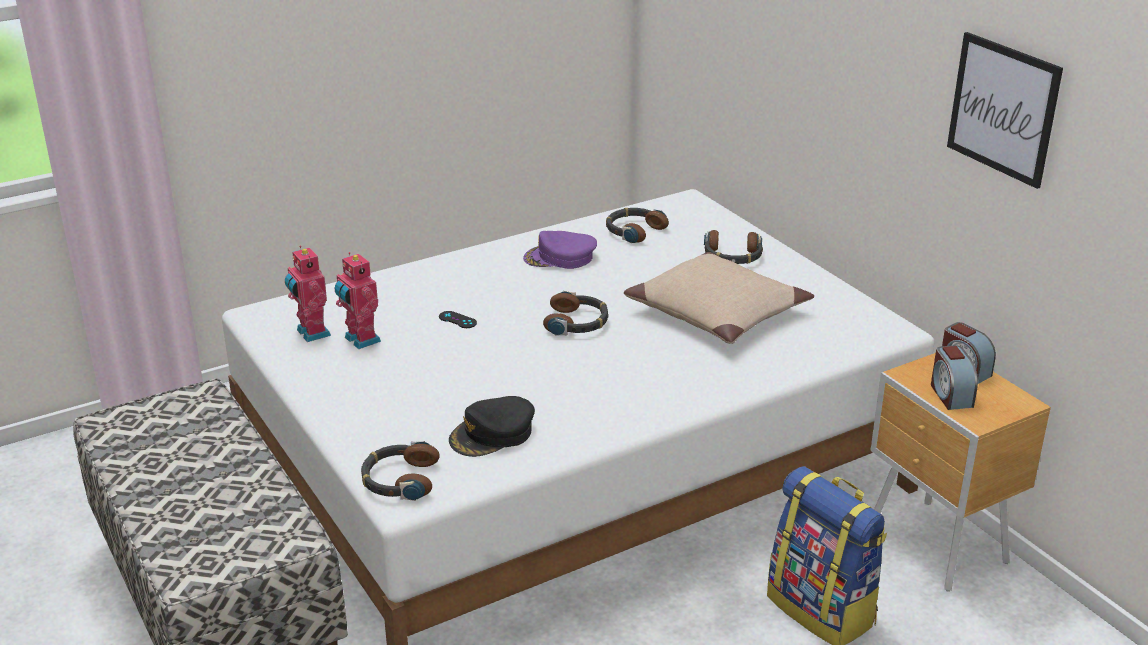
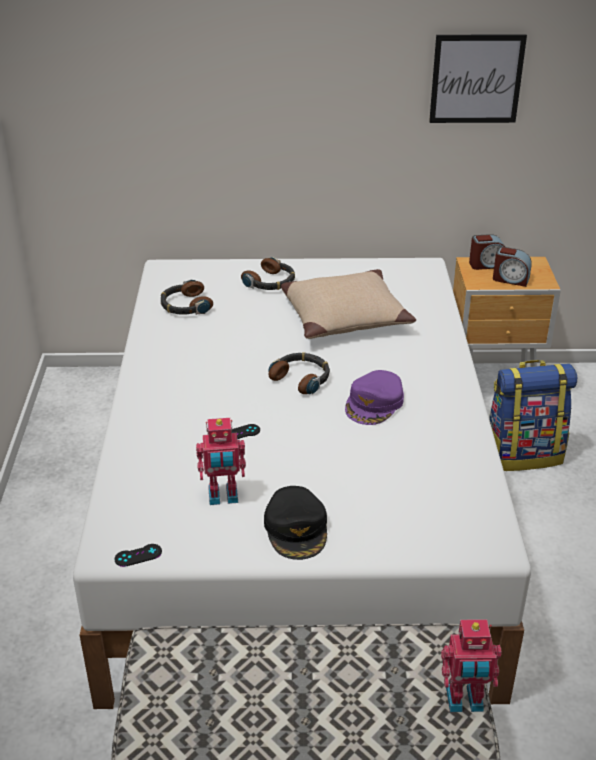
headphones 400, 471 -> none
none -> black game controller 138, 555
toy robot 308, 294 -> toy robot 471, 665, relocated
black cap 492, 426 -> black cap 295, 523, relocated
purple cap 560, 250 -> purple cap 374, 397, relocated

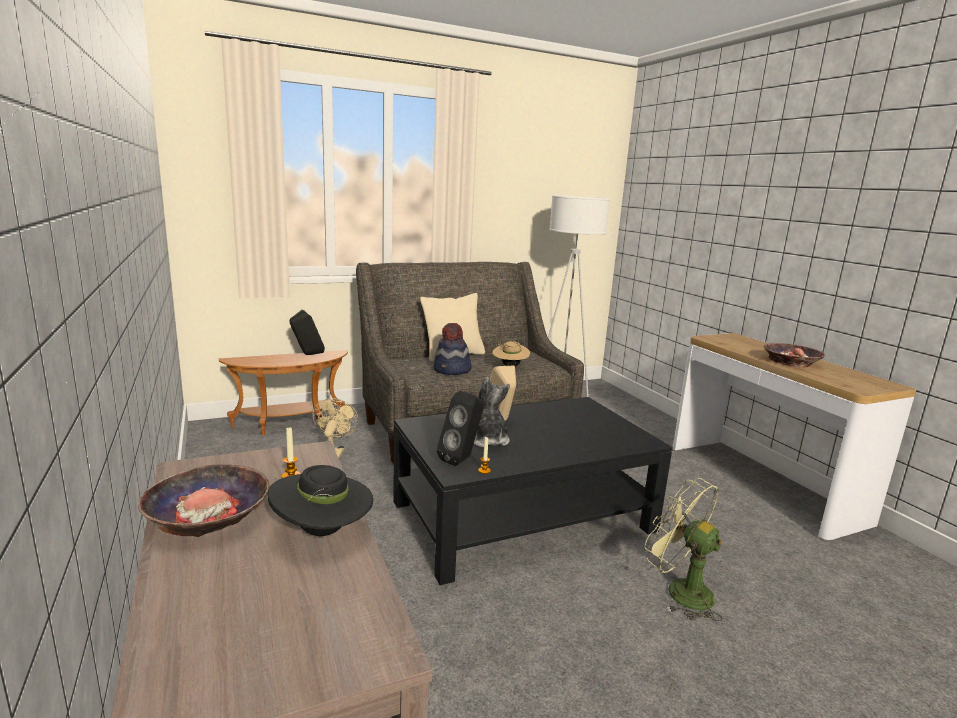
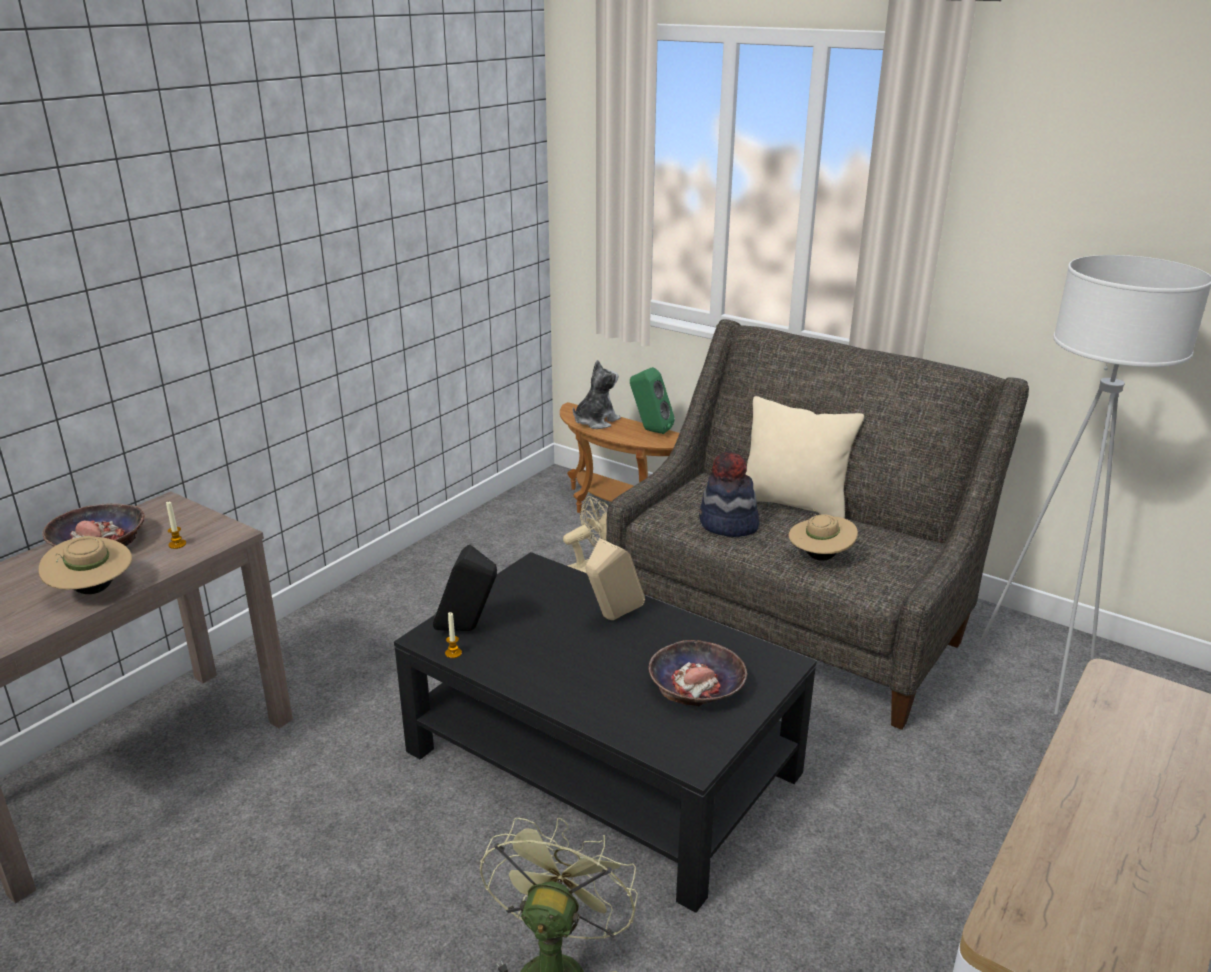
plush toy 492, 412 -> plush toy 596, 394, relocated
bowl 794, 355 -> bowl 697, 673, relocated
black hat 320, 500 -> beige hat 85, 565
black speaker 307, 332 -> green speaker 652, 400

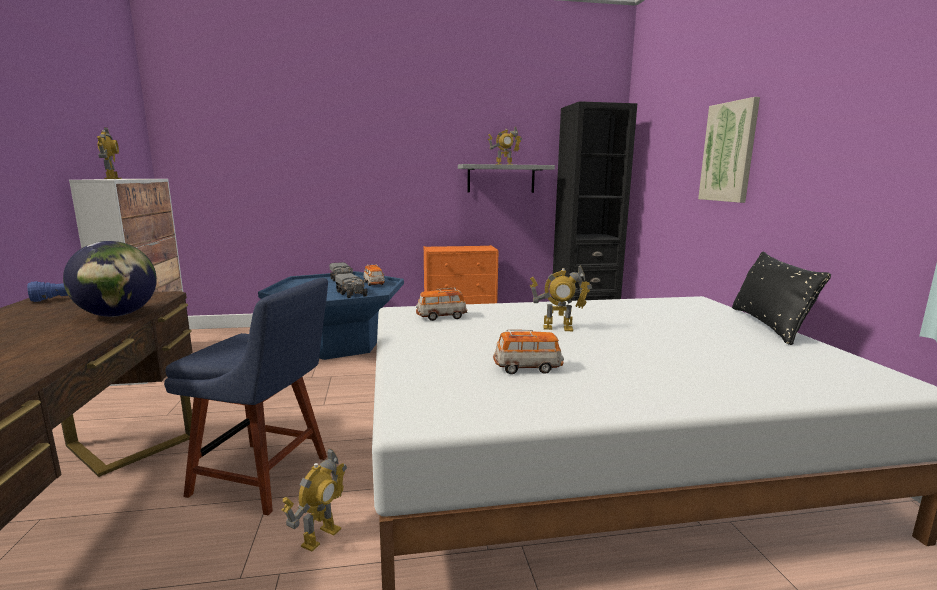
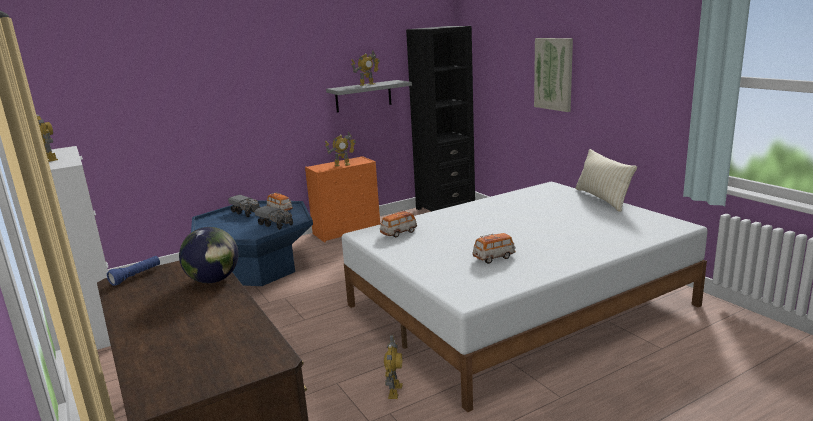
blue chair 246, 396 -> none
toy robot 560, 298 -> toy robot 340, 148, relocated
black pillow 781, 298 -> beige pillow 606, 180

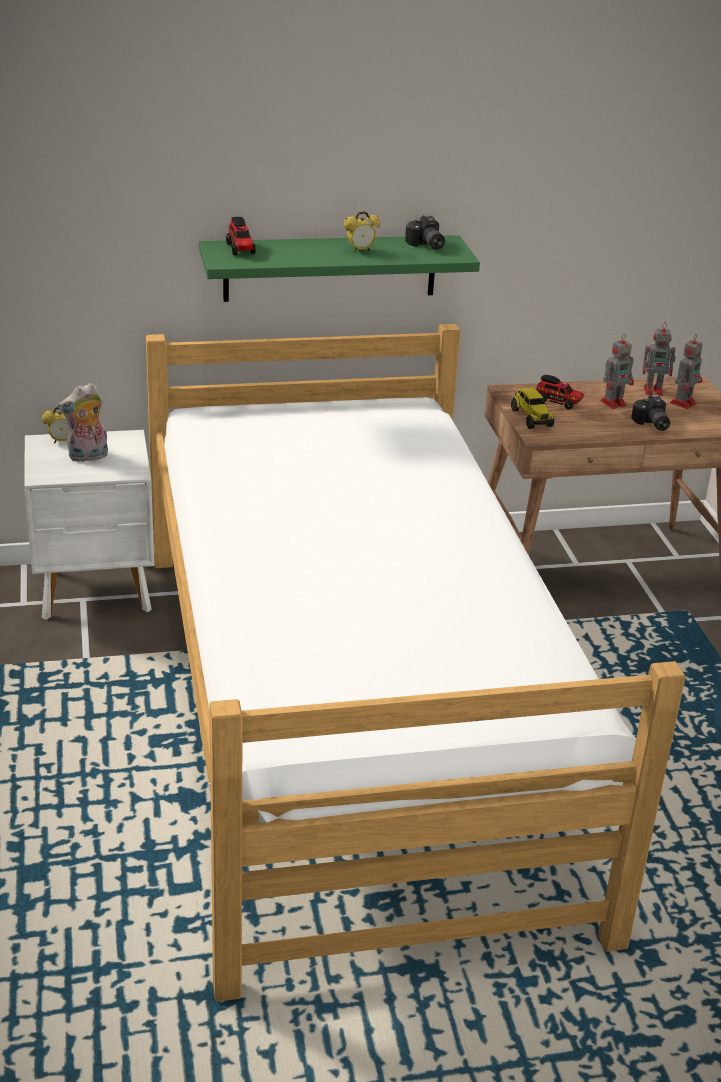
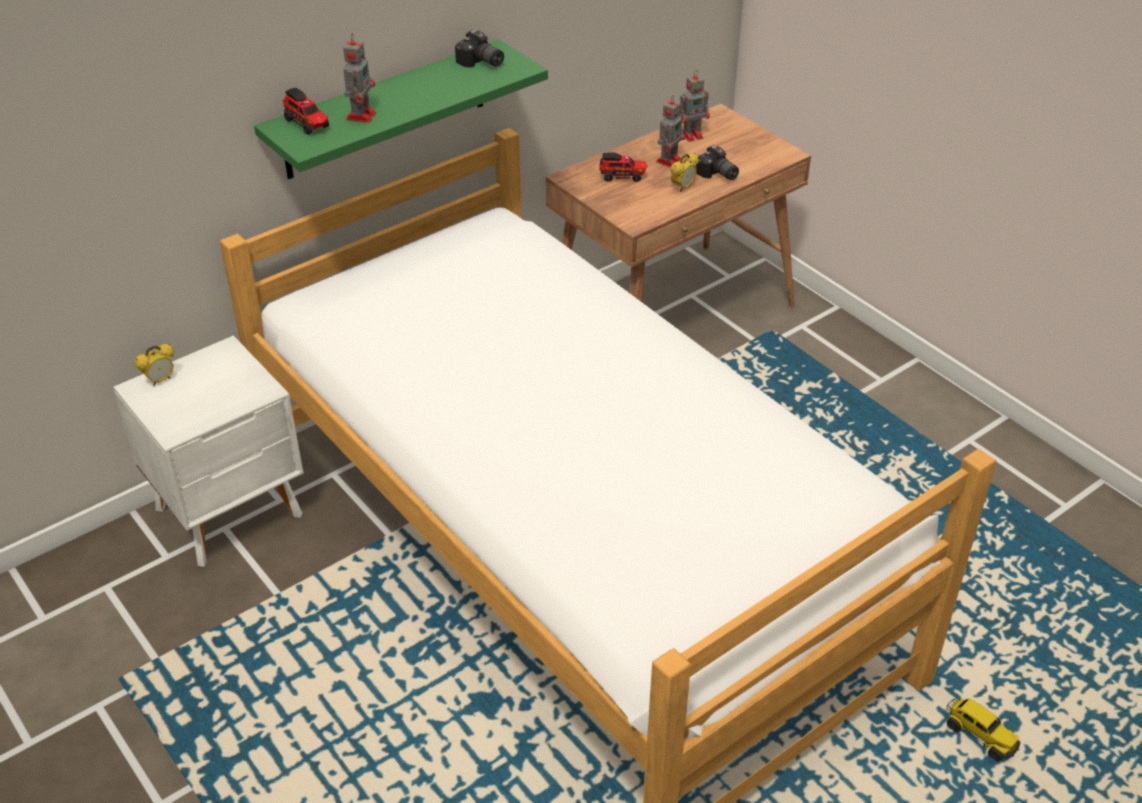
plush toy 83, 422 -> none
alarm clock 362, 231 -> alarm clock 684, 172, relocated
toy truck 532, 408 -> toy truck 983, 730, relocated
toy robot 686, 371 -> toy robot 359, 78, relocated

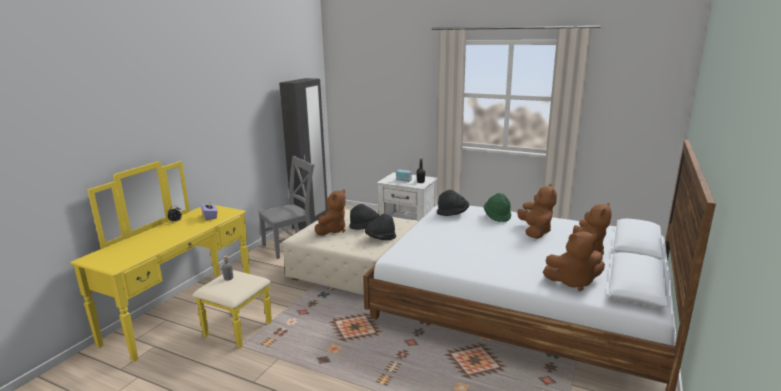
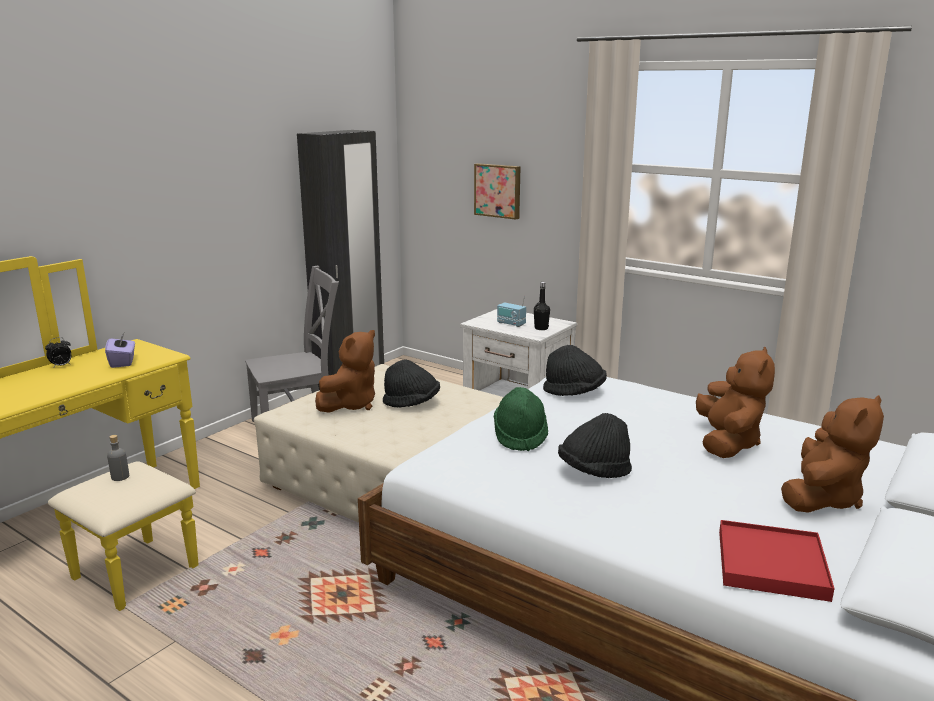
none -> picture 497, 191
black hat 380, 227 -> black hat 595, 445, relocated
green hat 497, 207 -> green hat 521, 419, relocated
brown plush toy 574, 261 -> red tray 777, 561

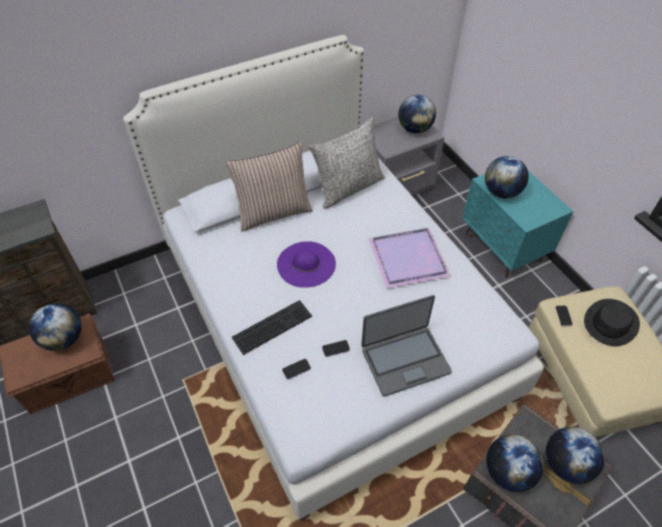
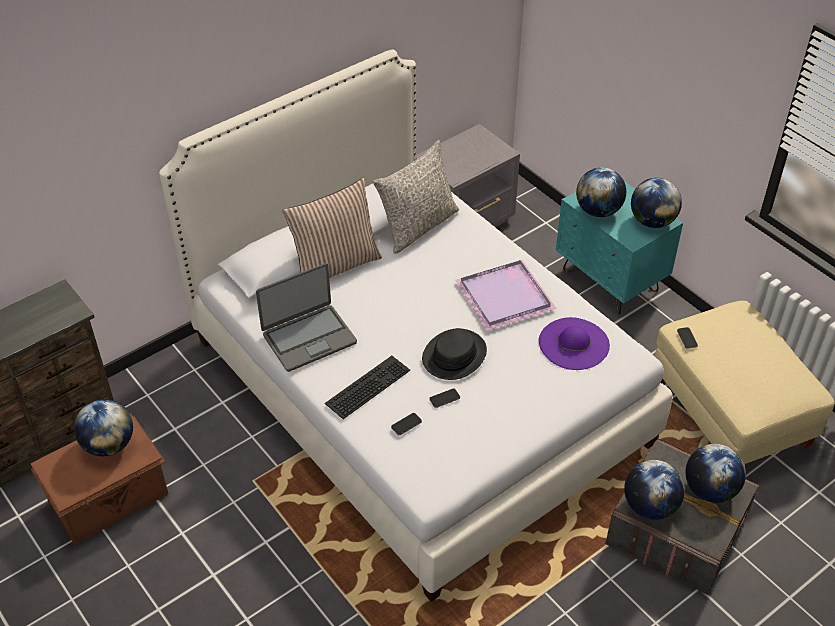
purple hat 306, 264 -> purple hat 574, 343, relocated
laptop 406, 346 -> laptop 306, 317, relocated
globe 417, 114 -> globe 656, 203, relocated
black hat 612, 322 -> black hat 454, 354, relocated

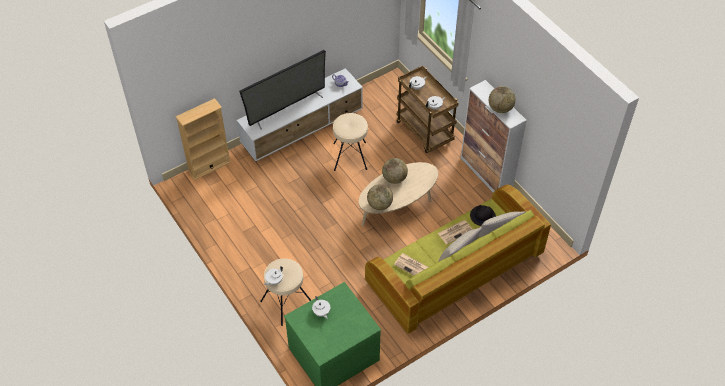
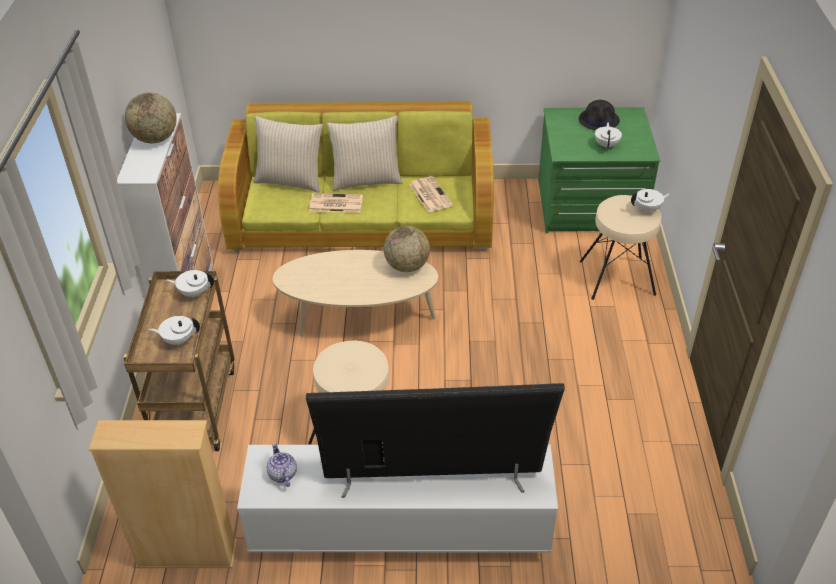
globe 395, 171 -> none
beige bookcase 203, 139 -> beige bookcase 162, 494, relocated
black hat 483, 215 -> black hat 599, 115, relocated

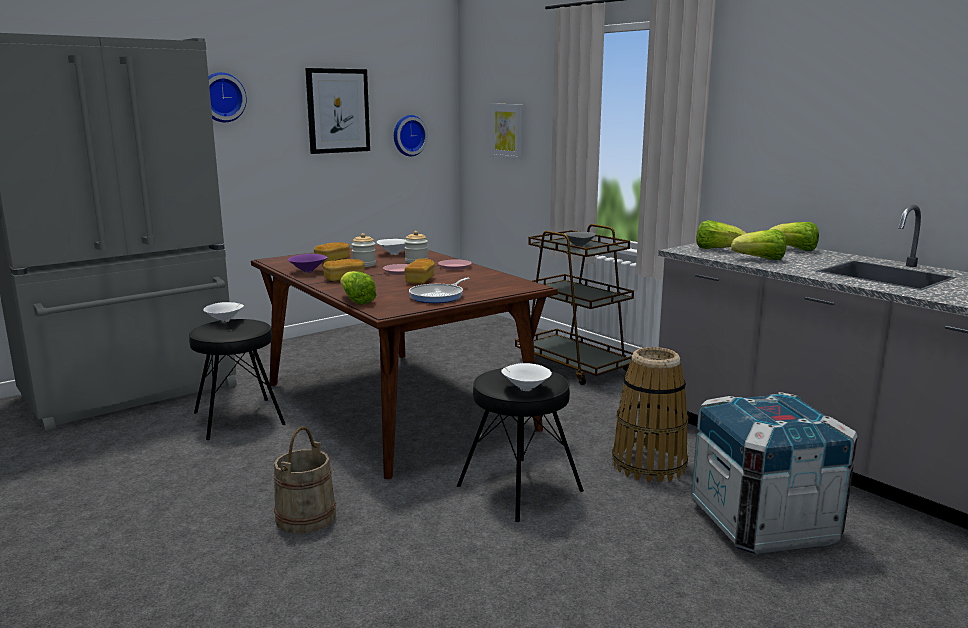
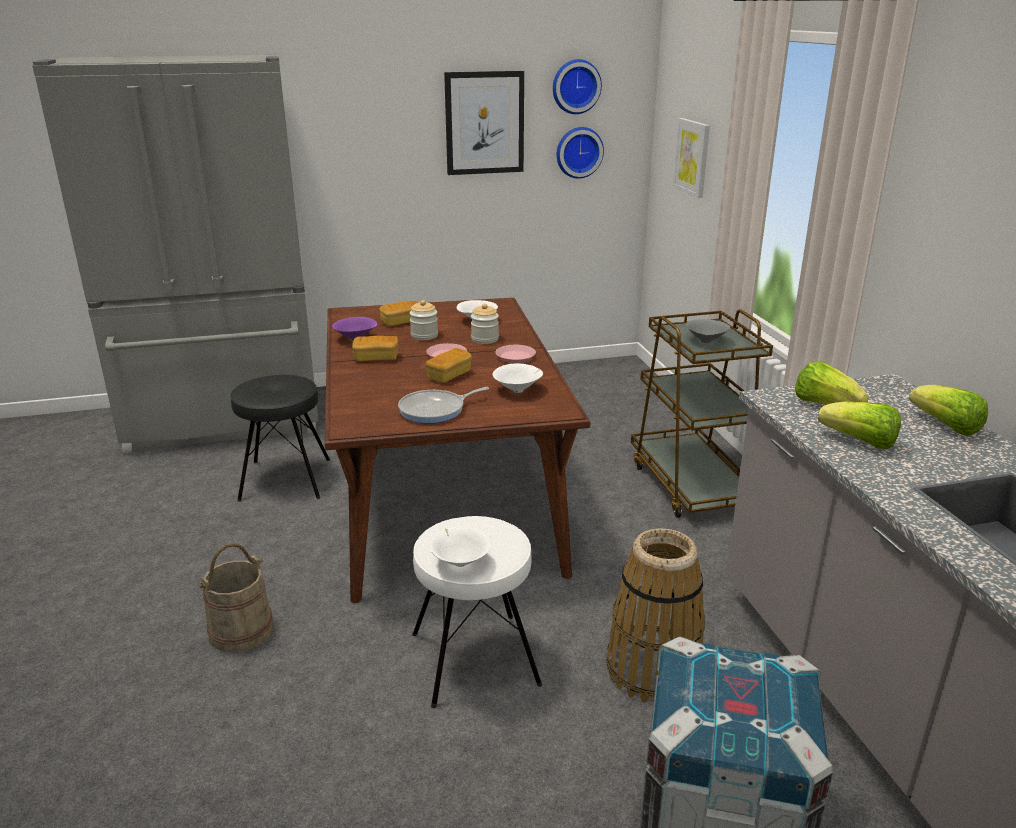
lettuce 358, 287 -> none
white bowl 223, 312 -> white bowl 517, 378, relocated
wall clock 227, 97 -> wall clock 577, 86, relocated
black stool 520, 445 -> white stool 477, 612

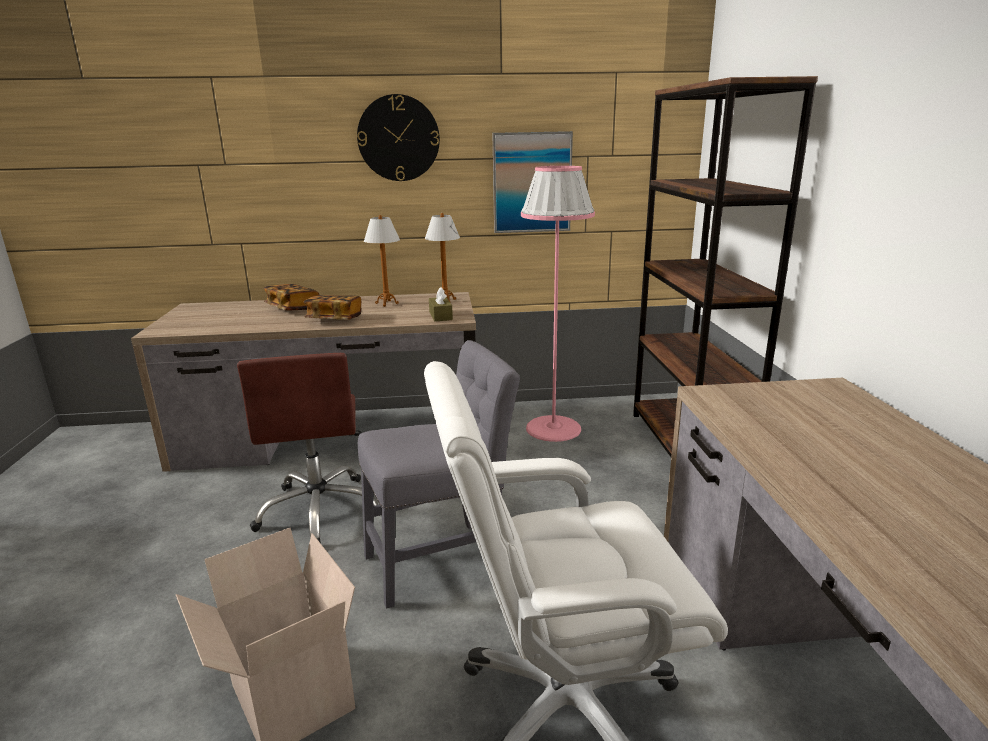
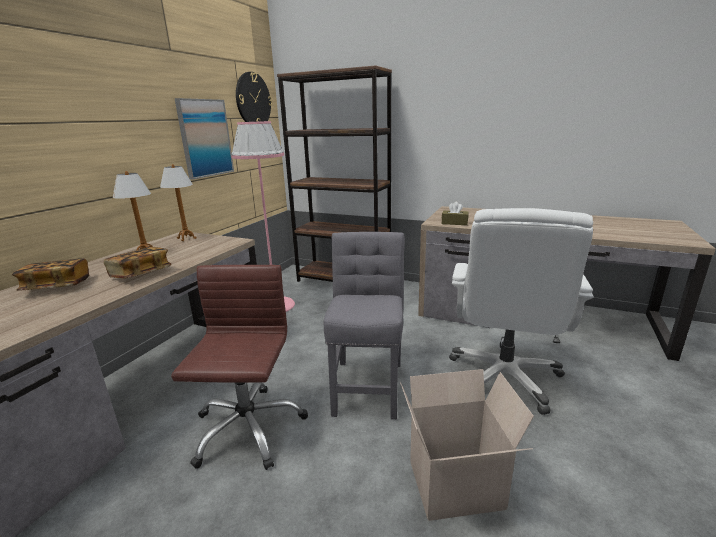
wall clock 398, 137 -> wall clock 254, 97, relocated
brown tissue box 441, 305 -> brown tissue box 455, 213, relocated
brown office chair 308, 448 -> brown office chair 239, 367, 105 degrees counterclockwise

